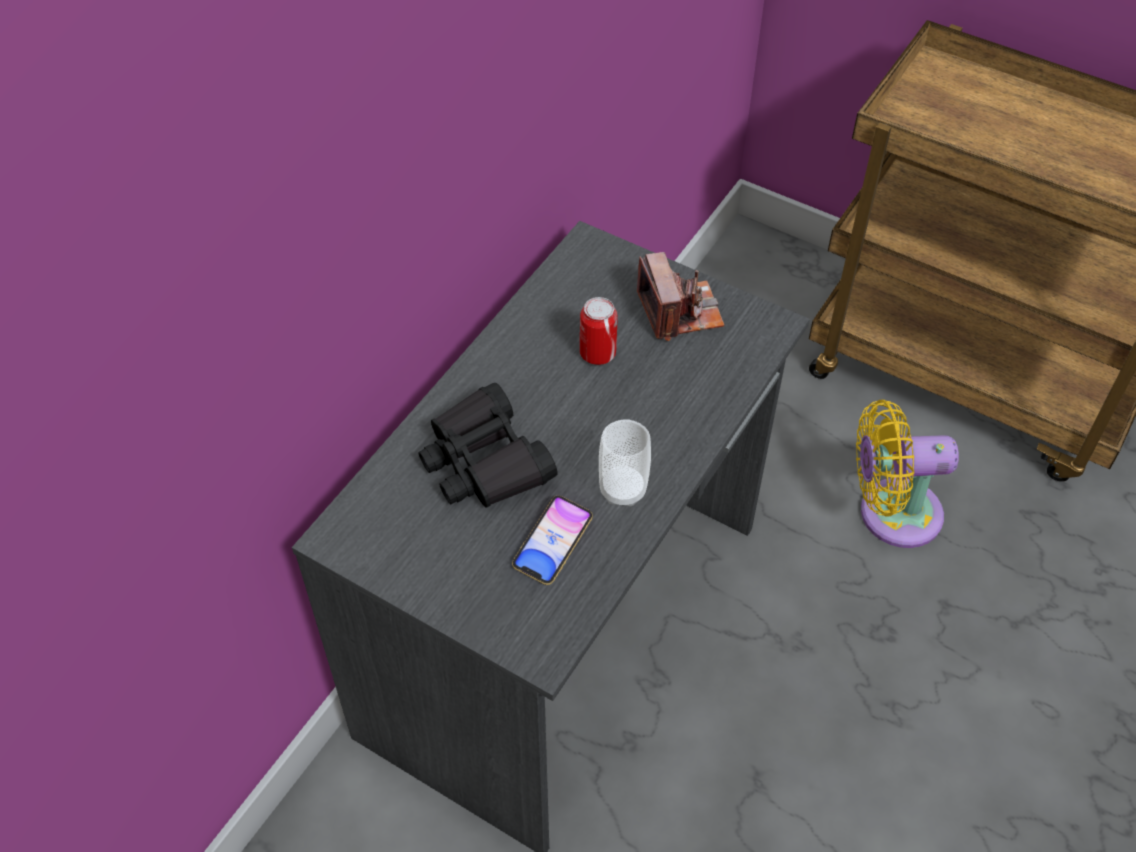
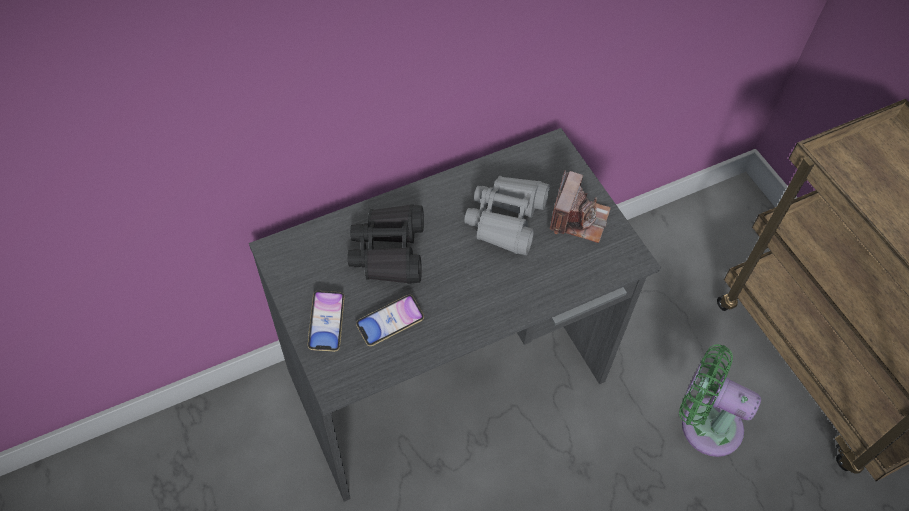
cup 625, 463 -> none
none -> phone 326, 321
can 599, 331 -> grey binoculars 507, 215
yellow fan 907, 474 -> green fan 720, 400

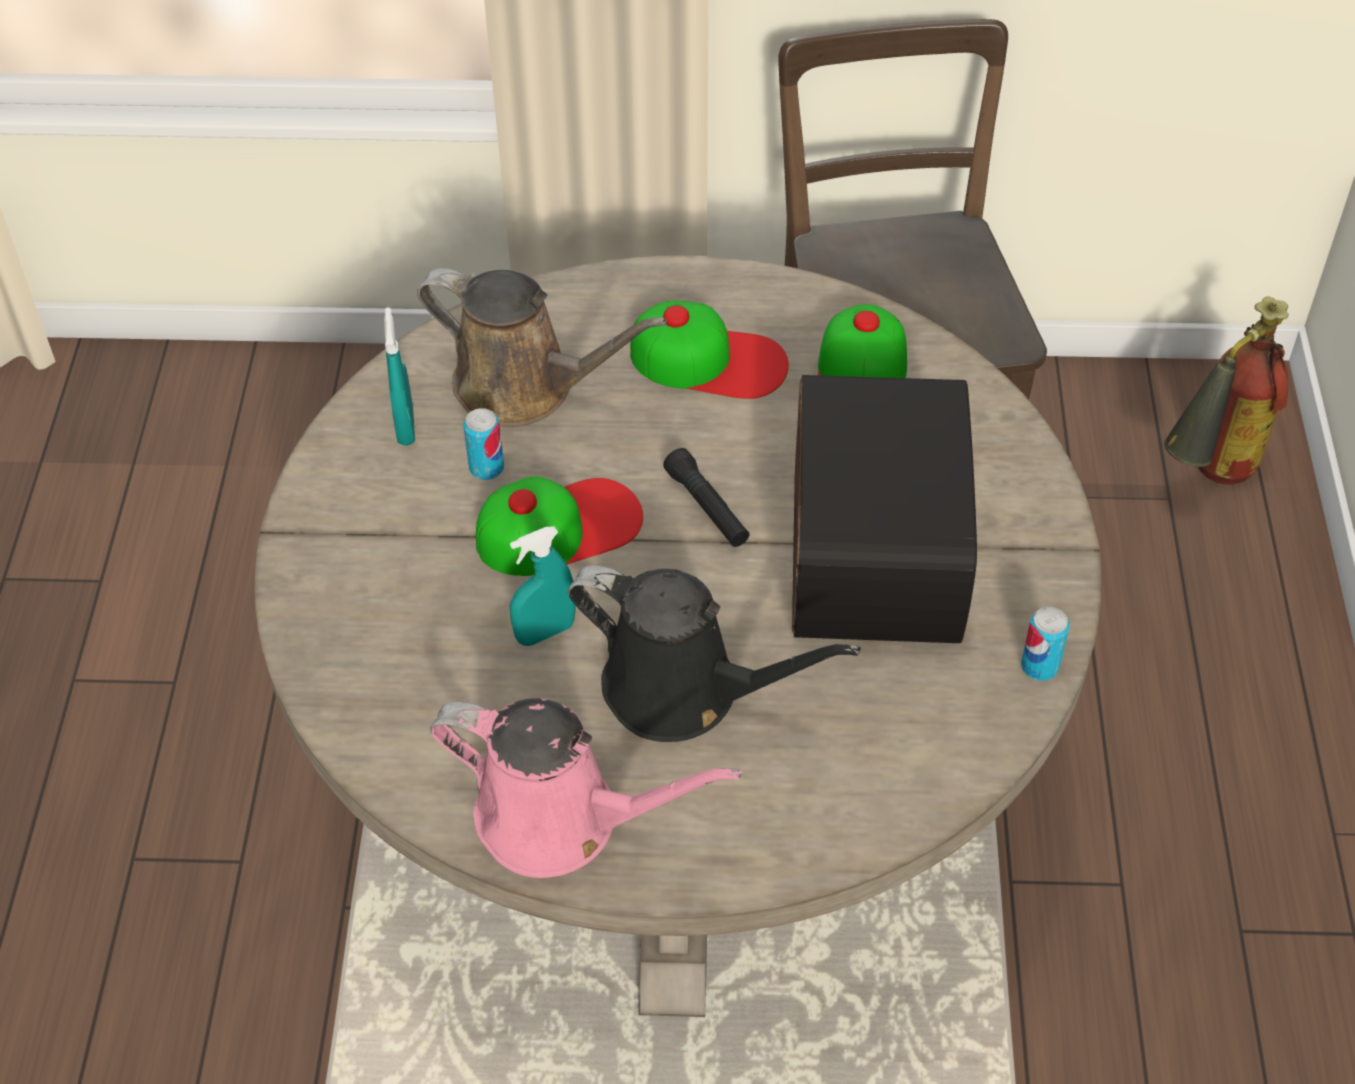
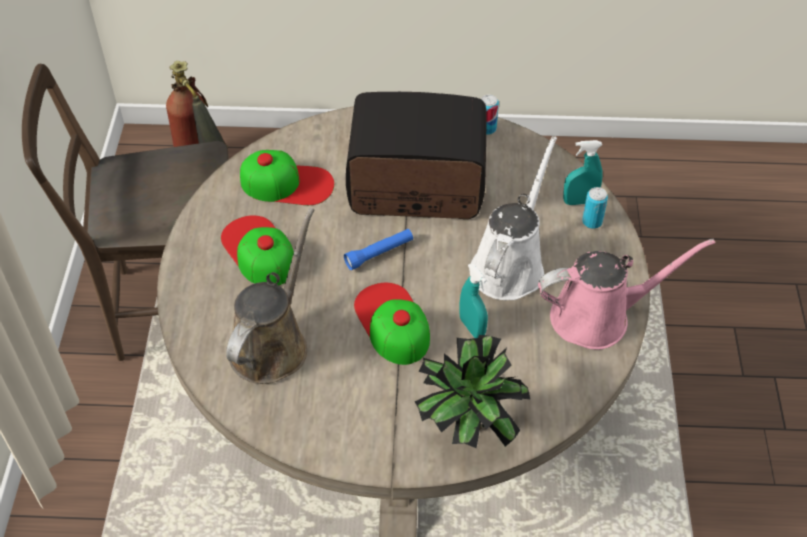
none -> potted plant 472, 391
turquoise spray bottle 399, 376 -> turquoise spray bottle 582, 172, relocated
can 483, 444 -> can 595, 208, relocated
black watering can 714, 653 -> white watering can 514, 218
black flashlight 706, 497 -> blue flashlight 378, 249
pink watering can 586, 788 -> pink watering can 626, 294, 60 degrees clockwise
cap 709, 349 -> cap 257, 250, 45 degrees counterclockwise

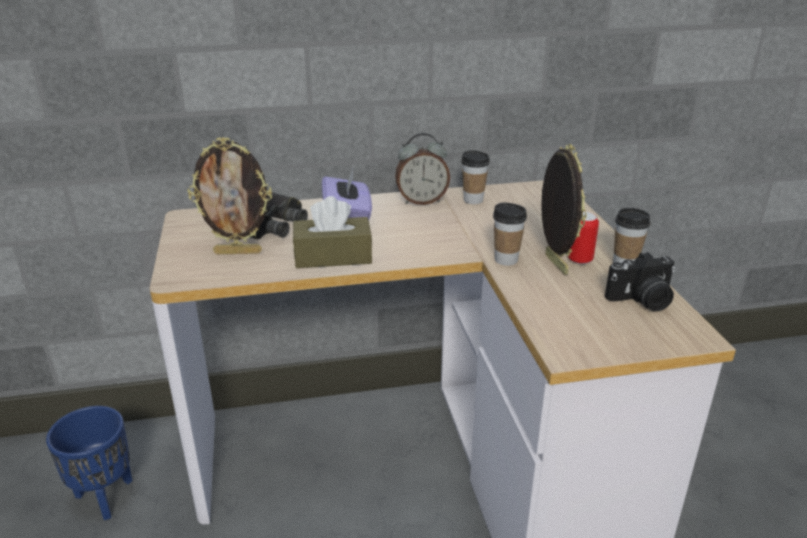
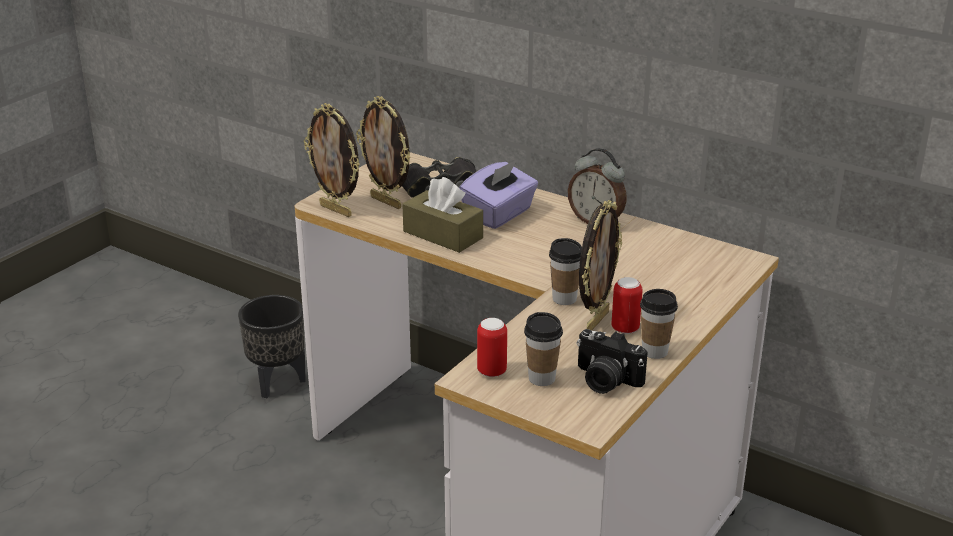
none -> picture frame 332, 160
none -> can 492, 347
cup 475, 177 -> cup 543, 349, relocated
blue planter 89, 463 -> black planter 272, 346

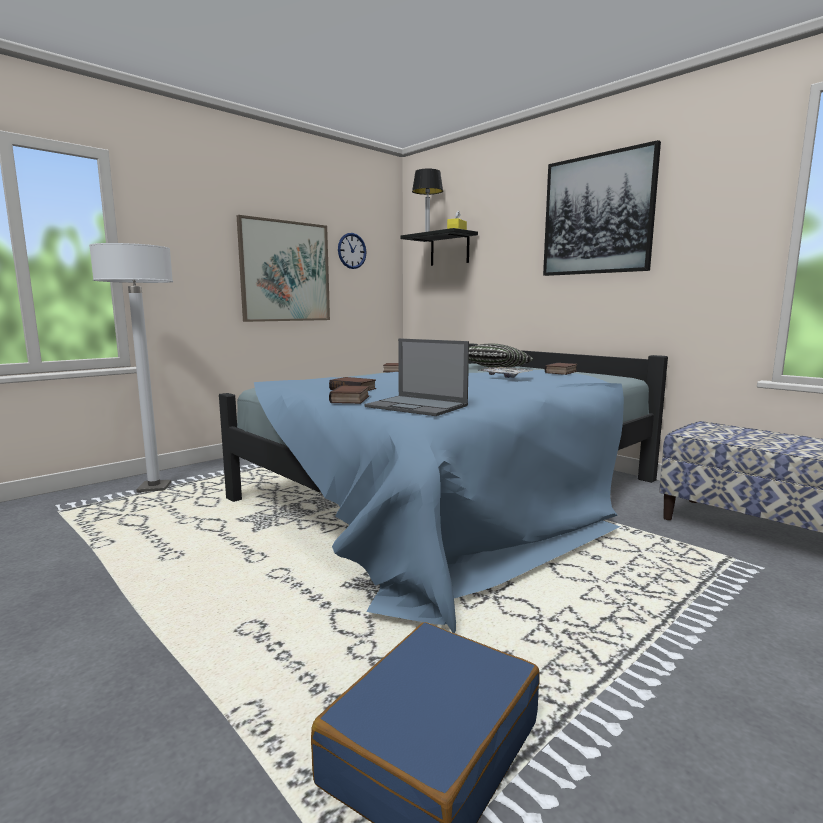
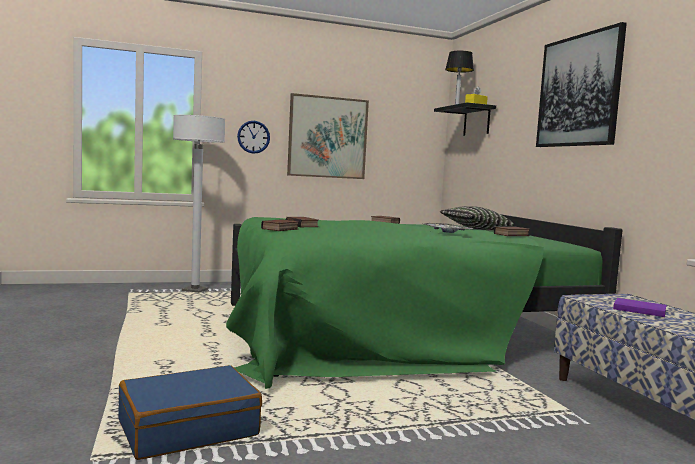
laptop 416, 377 -> none
none -> purple book 640, 307
wall clock 352, 251 -> wall clock 253, 137, relocated
blue bed 443, 488 -> green bed 424, 301

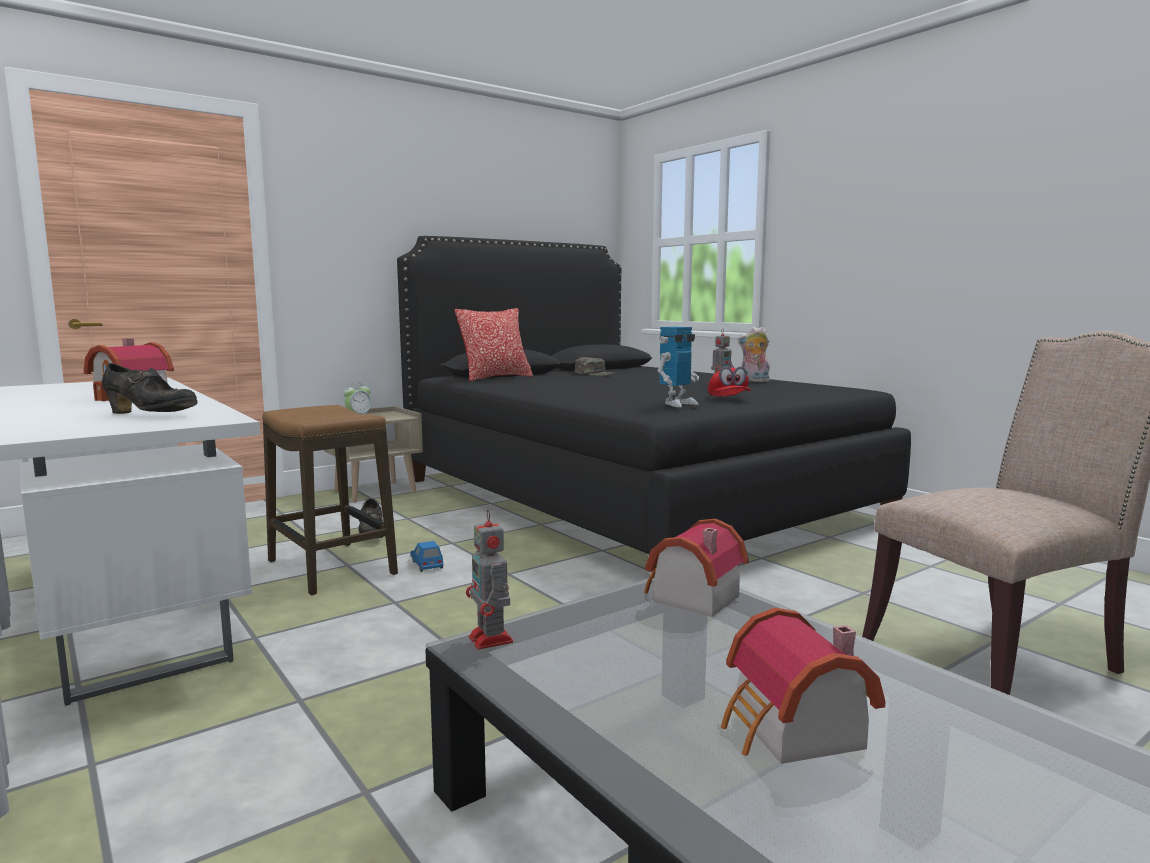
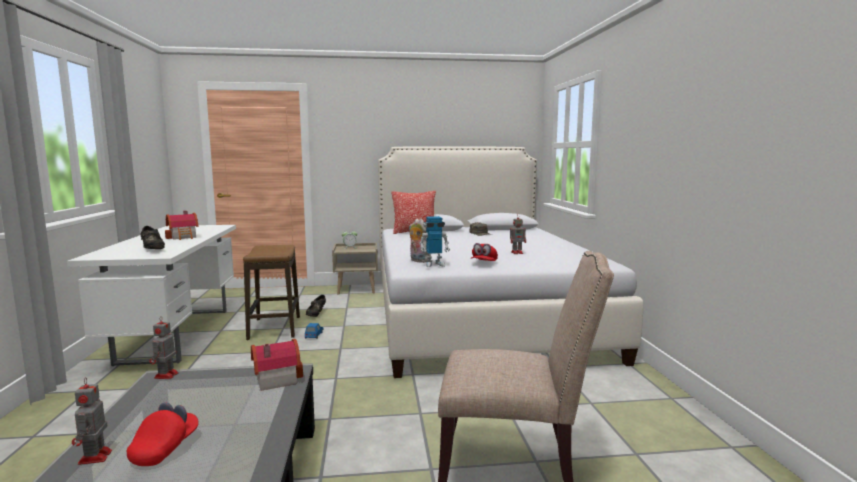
none -> toy robot 92, 421
plush toy 754, 354 -> plush toy 419, 241, relocated
toy house 803, 685 -> red cap 163, 434
black bed 654, 402 -> white bed 510, 262

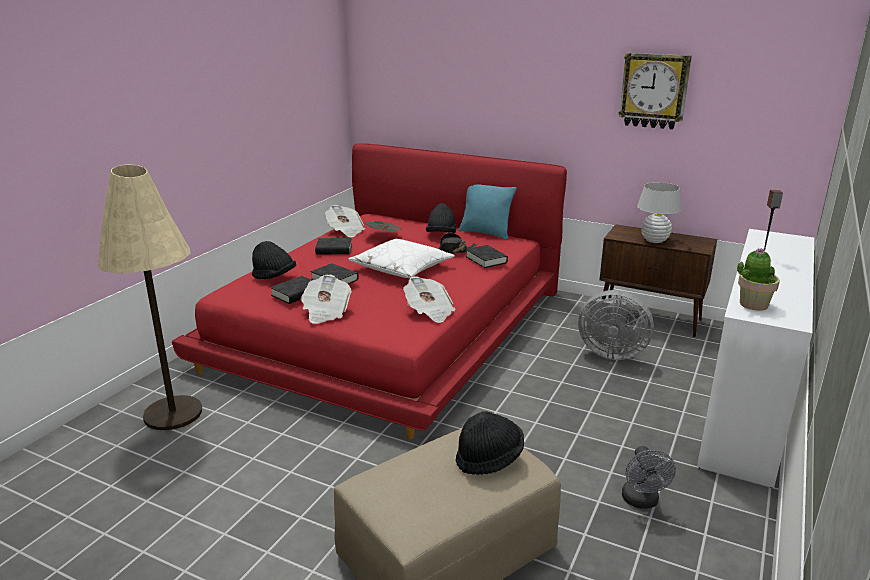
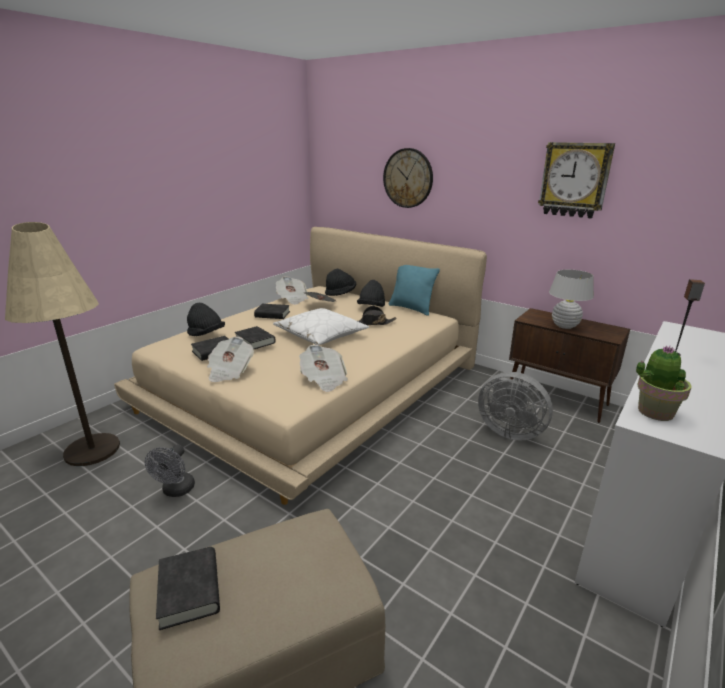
none -> wall clock 408, 178
black hat 490, 443 -> black hat 340, 282, relocated
black book 487, 256 -> black book 188, 588, relocated
grey fan 649, 477 -> grey fan 170, 471, relocated
red bed 369, 291 -> beige bed 300, 366

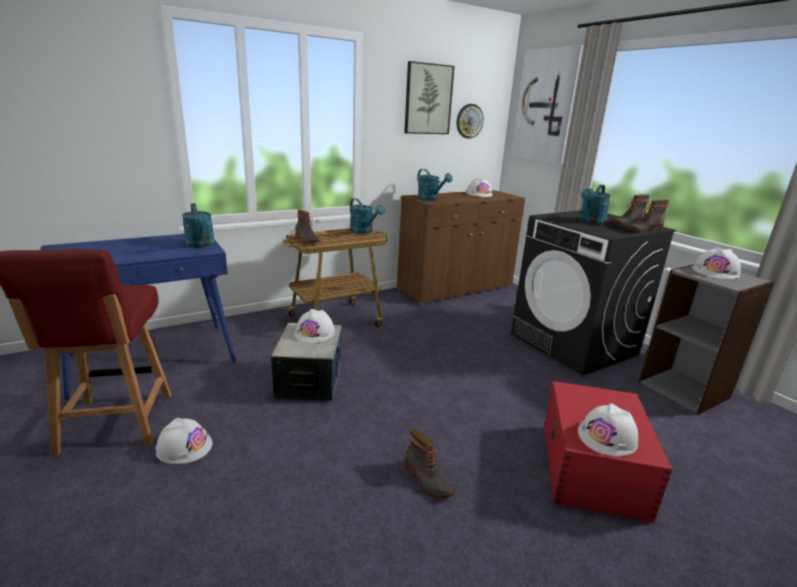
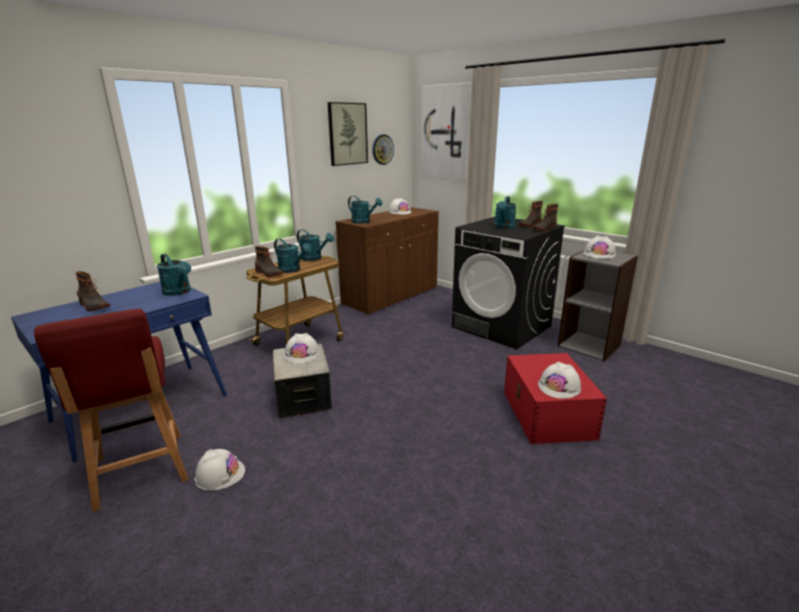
none -> turquoise watering can 293, 256
boot 430, 463 -> boot 93, 291, relocated

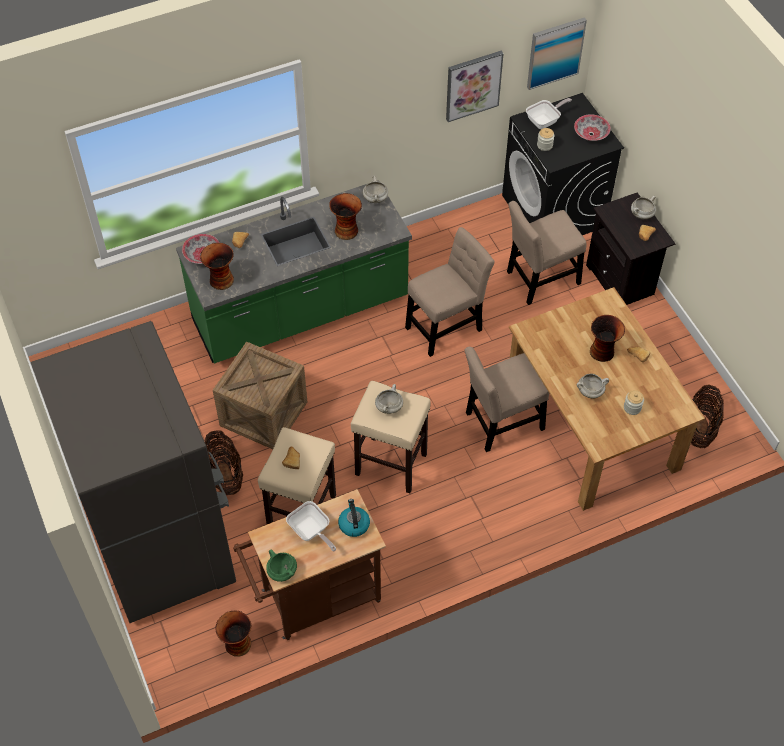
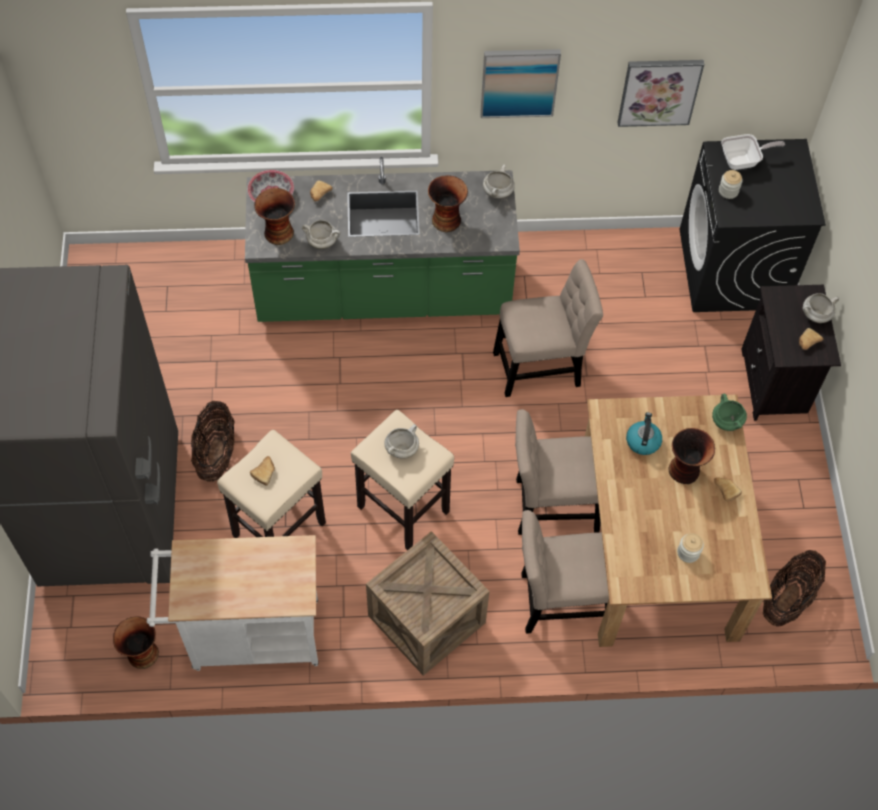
frying pan 311, 526 -> none
bowl 592, 127 -> none
crate 260, 395 -> crate 428, 603, relocated
green cooking pot 281, 565 -> green cooking pot 729, 412, relocated
kettle 354, 518 -> kettle 644, 433, relocated
beige chair 547, 253 -> beige chair 565, 571, relocated
picture 557, 53 -> picture 520, 83, relocated
white cooking pot 593, 386 -> white cooking pot 321, 234, relocated
brown cart 309, 564 -> white cart 232, 603

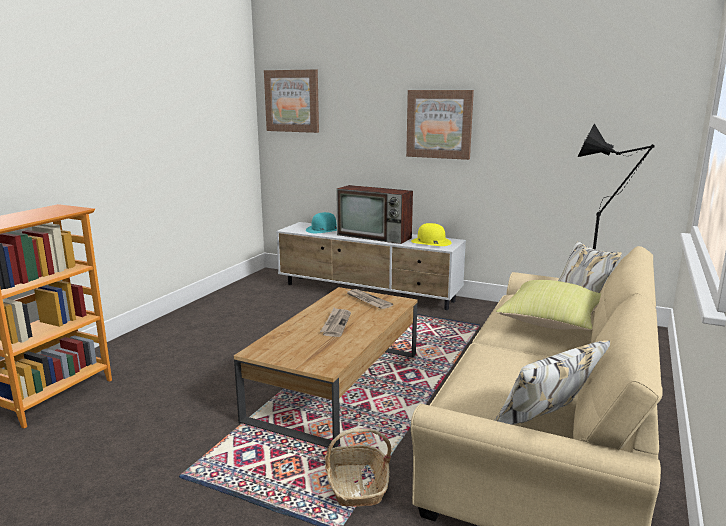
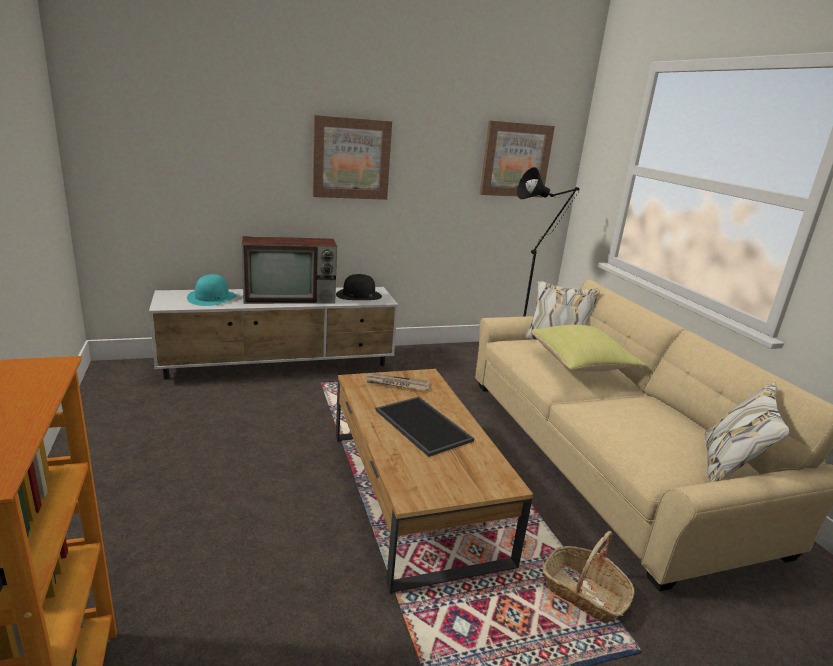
picture 291, 101 -> picture 517, 158, relocated
newspaper 335, 322 -> tray 424, 427
yellow hat 431, 234 -> black hat 359, 287

